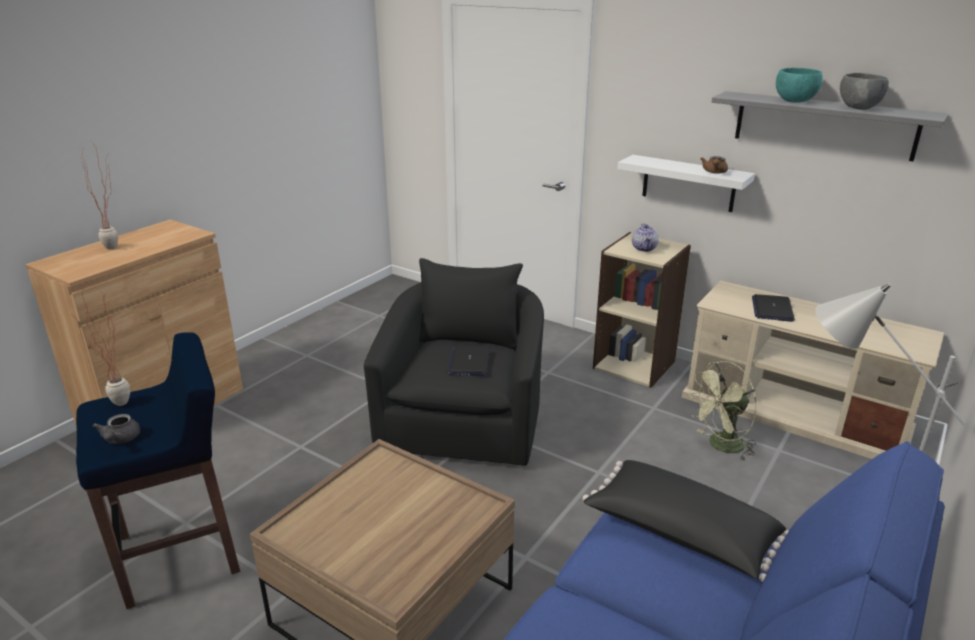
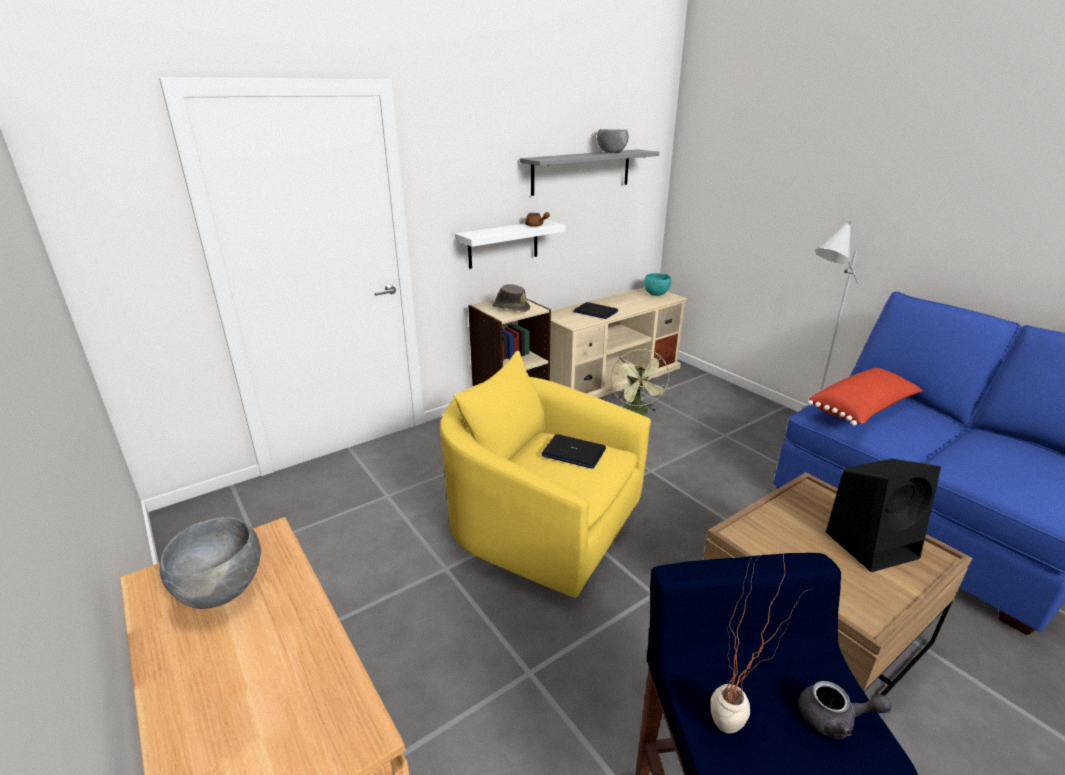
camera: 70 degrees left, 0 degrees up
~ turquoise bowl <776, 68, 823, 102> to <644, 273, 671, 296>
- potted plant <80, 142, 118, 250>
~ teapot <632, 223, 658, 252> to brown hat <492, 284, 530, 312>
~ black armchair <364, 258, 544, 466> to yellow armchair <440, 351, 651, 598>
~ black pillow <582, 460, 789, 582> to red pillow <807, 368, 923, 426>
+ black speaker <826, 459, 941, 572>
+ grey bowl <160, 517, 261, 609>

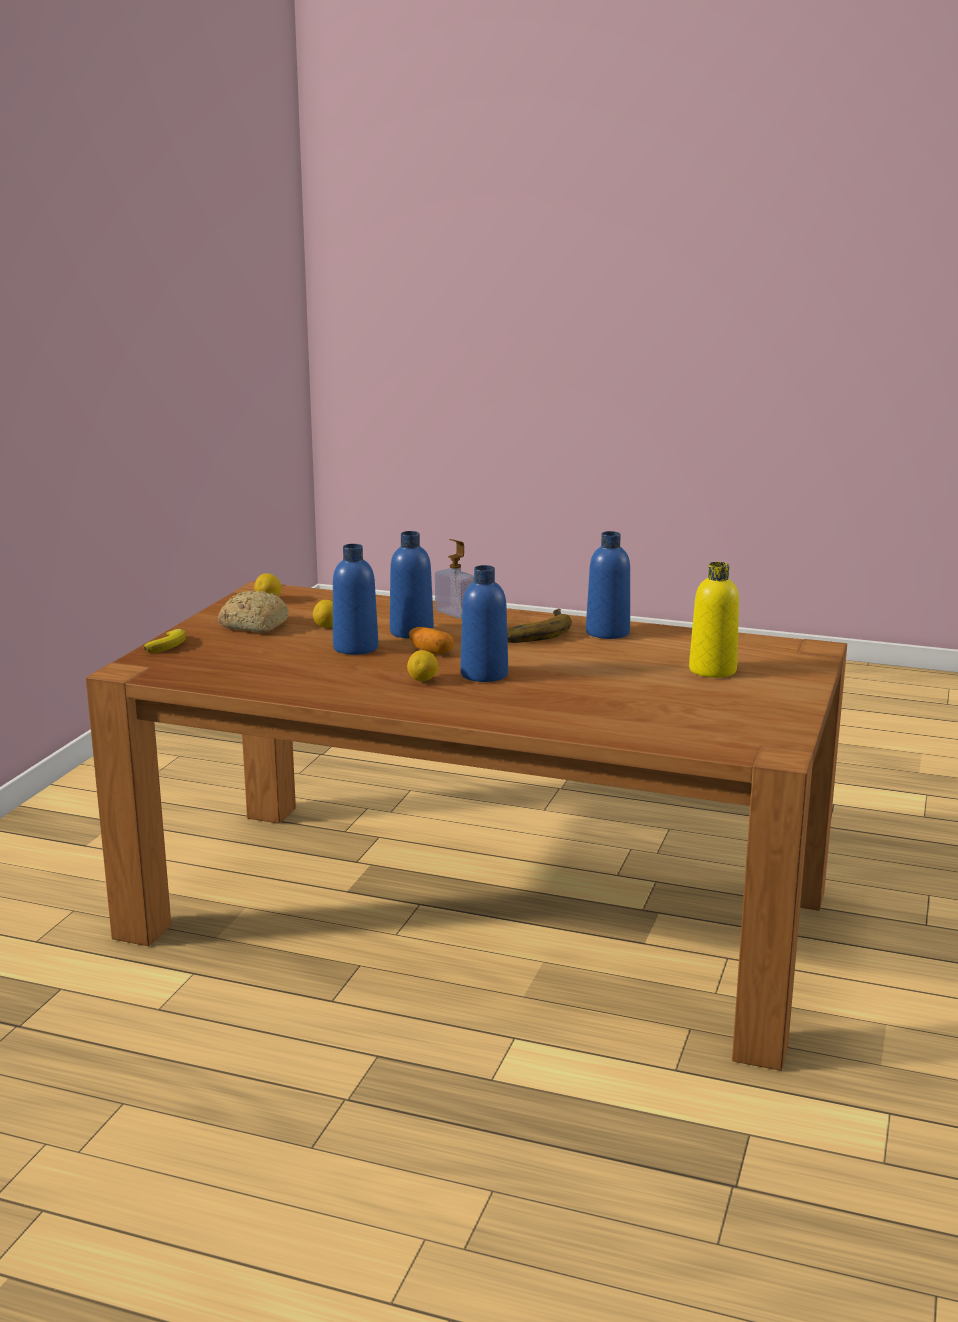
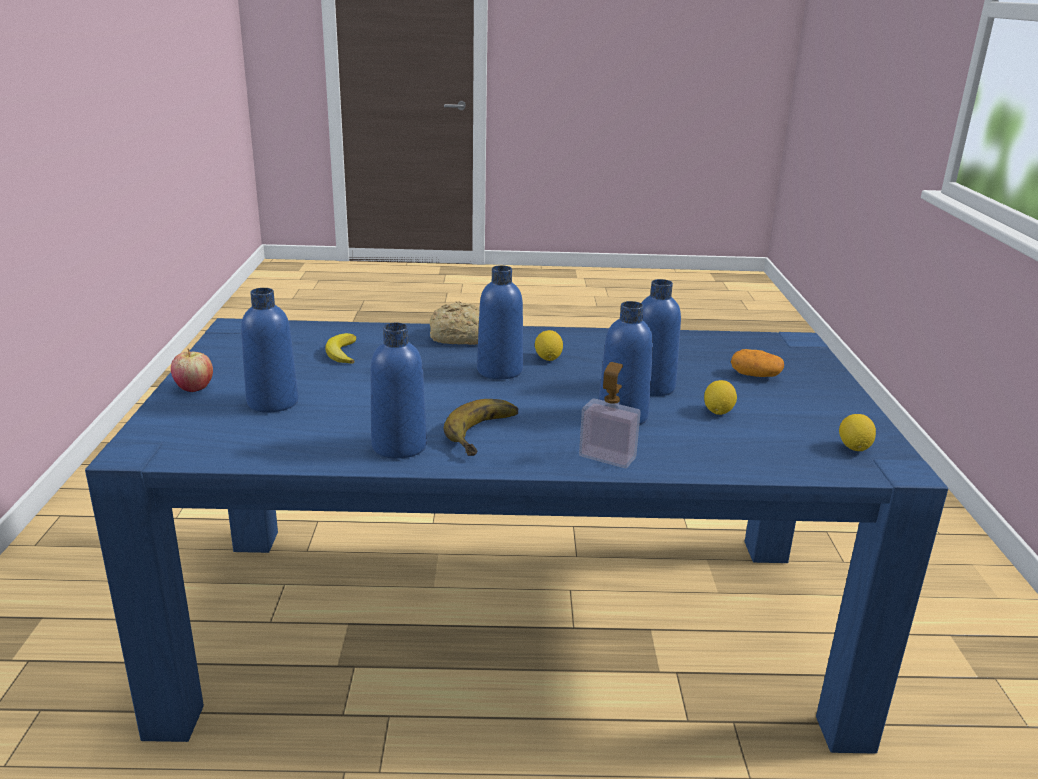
camera: 160 degrees right, 5 degrees up
~ yellow bottle <689, 562, 739, 678> to blue bottle <241, 288, 299, 413>
~ brown dining table <86, 581, 847, 1071> to blue dining table <85, 318, 948, 754>
~ bread <218, 591, 288, 633> to <430, 301, 480, 345>
~ potato <409, 627, 454, 654> to <731, 349, 784, 377>
~ banana <144, 629, 186, 653> to <325, 333, 356, 363>
+ apple <171, 348, 213, 392>

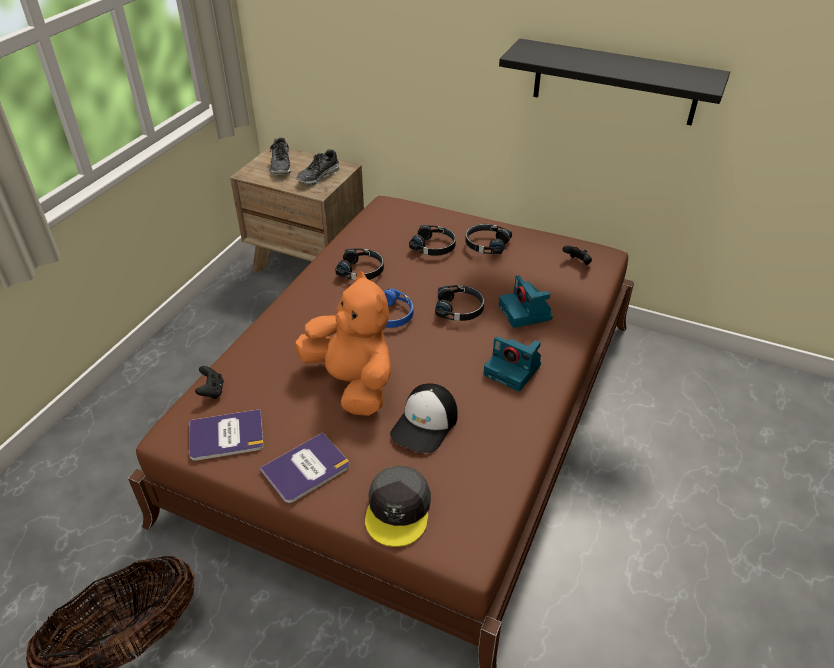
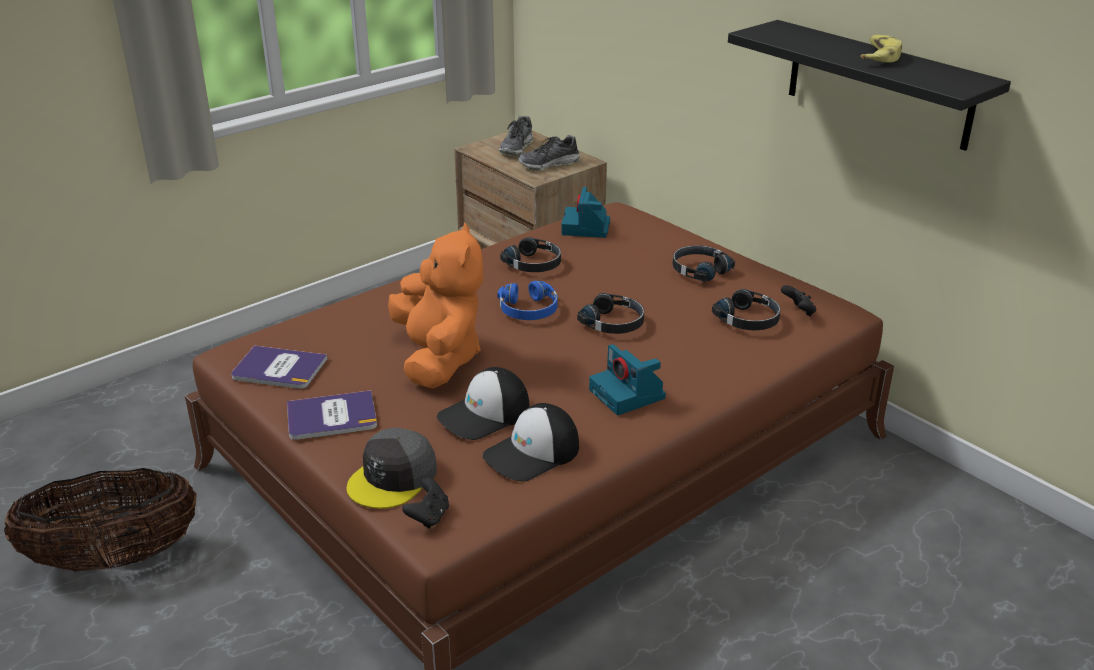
camera: 25 degrees right, 10 degrees down
~ black headphones <409, 225, 456, 256> to <712, 289, 781, 330>
~ photo camera <499, 275, 553, 328> to <561, 187, 610, 238>
~ black game controller <195, 366, 224, 399> to <402, 477, 449, 528>
+ banana <860, 35, 902, 63>
+ cap <483, 403, 579, 482>

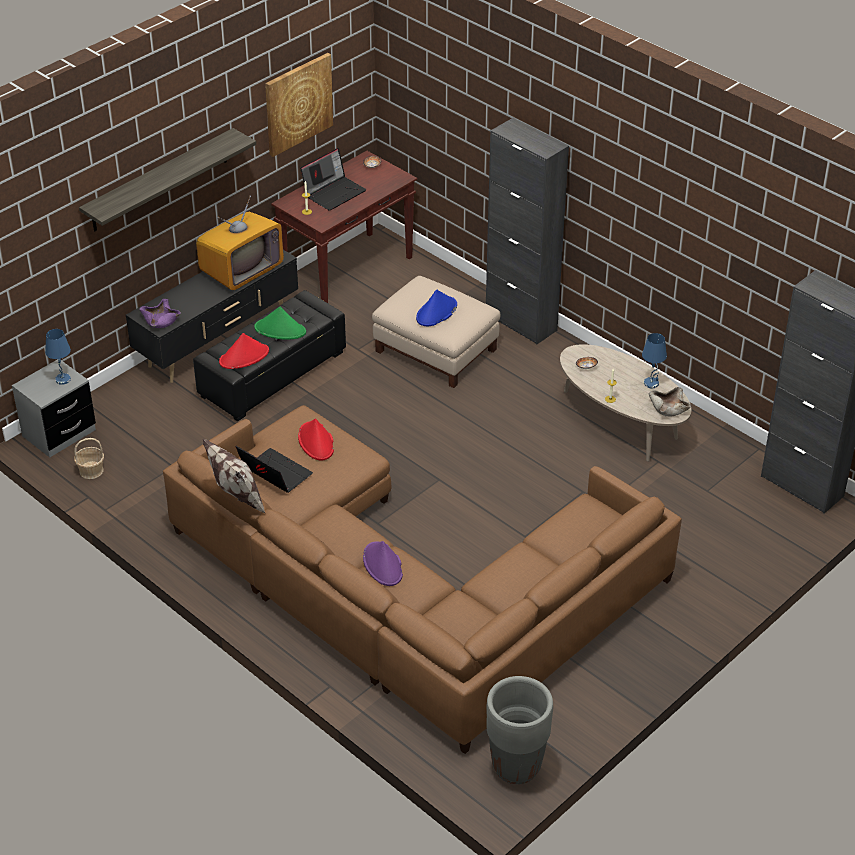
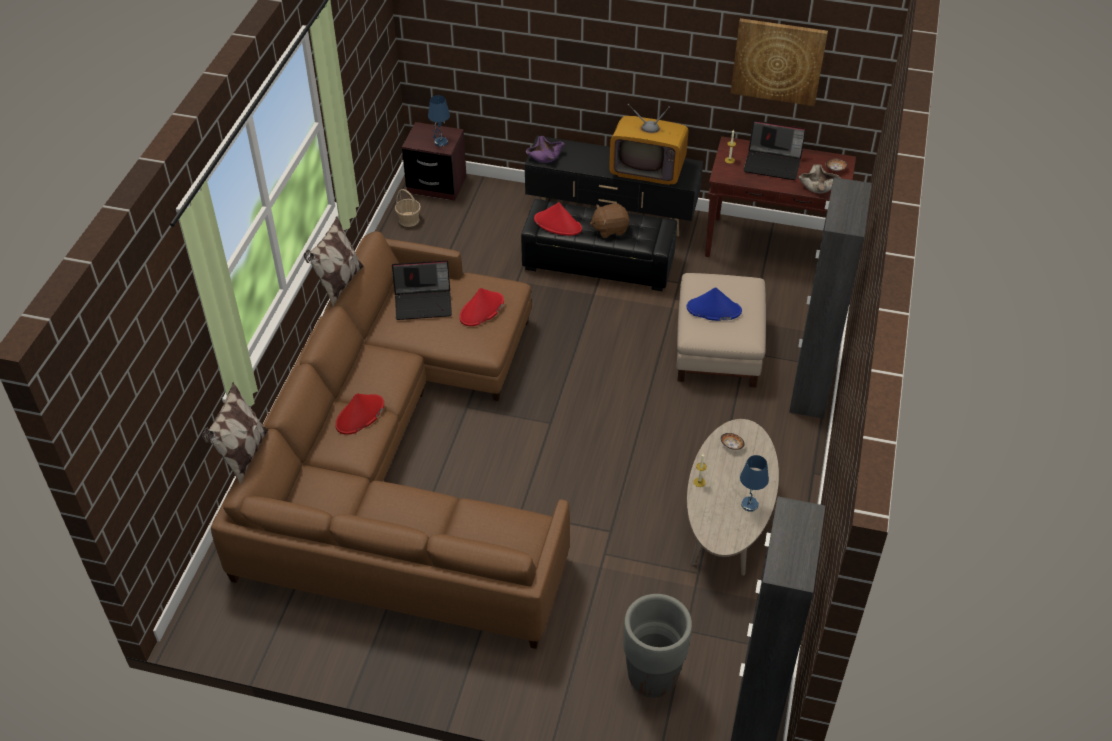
camera: 60 degrees right, 5 degrees up
- shelf <79, 128, 256, 231>
~ green hat <254, 306, 306, 340> to brown plush toy <590, 203, 629, 238>
~ grey nightstand <12, 359, 96, 457> to brown nightstand <402, 122, 466, 201>
~ beige bowl <649, 387, 691, 416> to <798, 164, 841, 194>
~ laptop <236, 446, 313, 493> = <392, 260, 452, 320> 75 degrees clockwise
~ purple hat <363, 541, 403, 586> to red hat <335, 394, 384, 435>
~ grey planter <486, 676, 553, 784> to <623, 594, 692, 697>
+ pillow <202, 382, 268, 484>

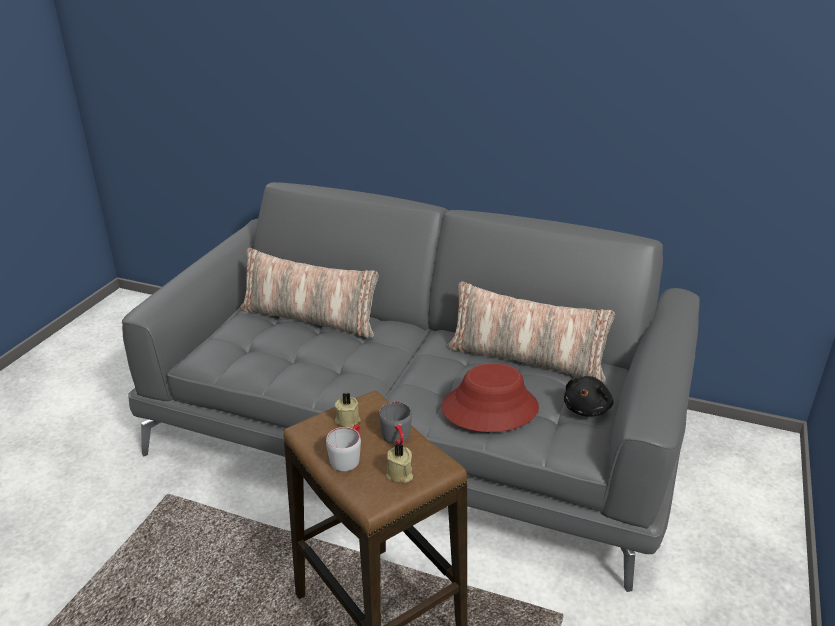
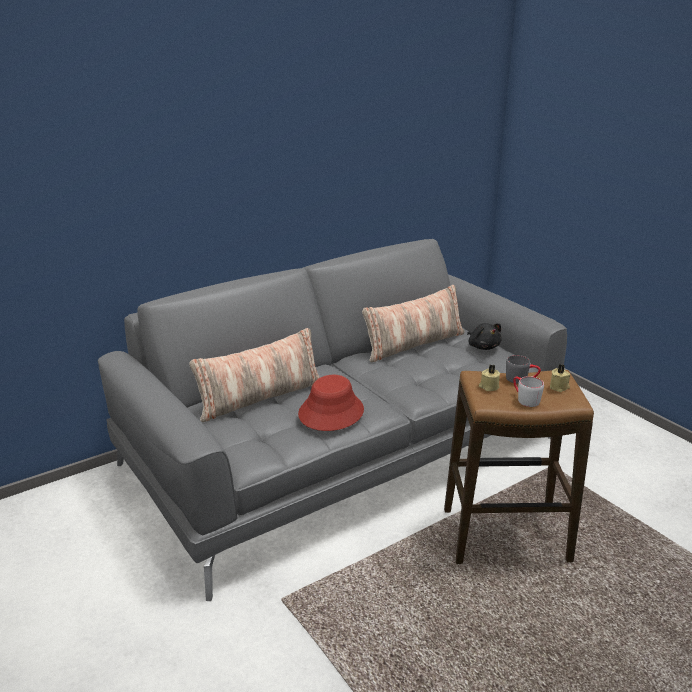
camera: 55 degrees left, 5 degrees down
~ red hat <442, 363, 539, 432> to <298, 375, 364, 431>

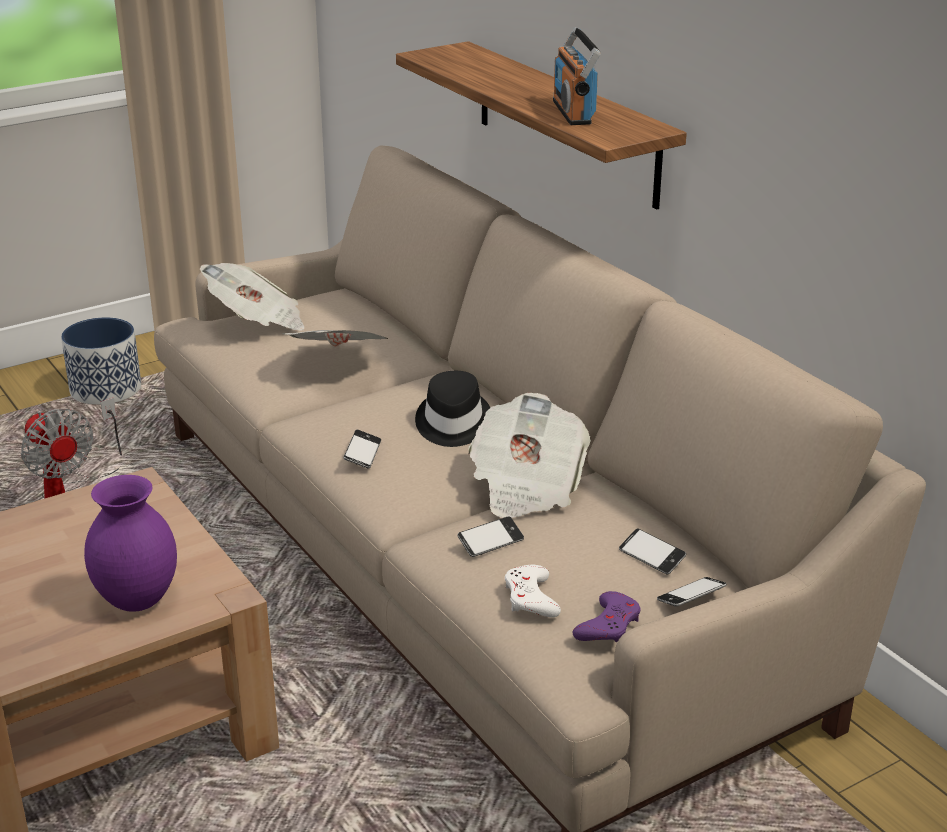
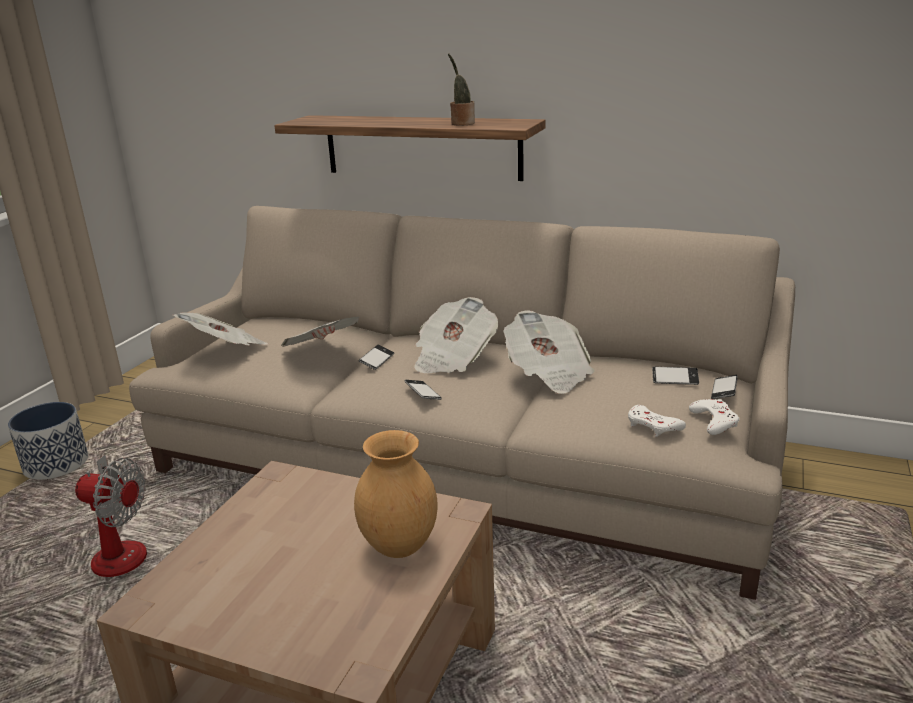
camera: 35 degrees left, 5 degrees down
~ radio <553, 27, 601, 125> to potted plant <448, 53, 475, 126>
~ black hat <415, 371, 490, 447> to newspaper <414, 297, 498, 373>
~ purple vase <84, 475, 177, 612> to brown vase <354, 430, 438, 558>
~ phone <457, 516, 524, 557> to <359, 345, 394, 370>
~ purple game controller <573, 591, 641, 642> to white game controller <689, 399, 739, 435>

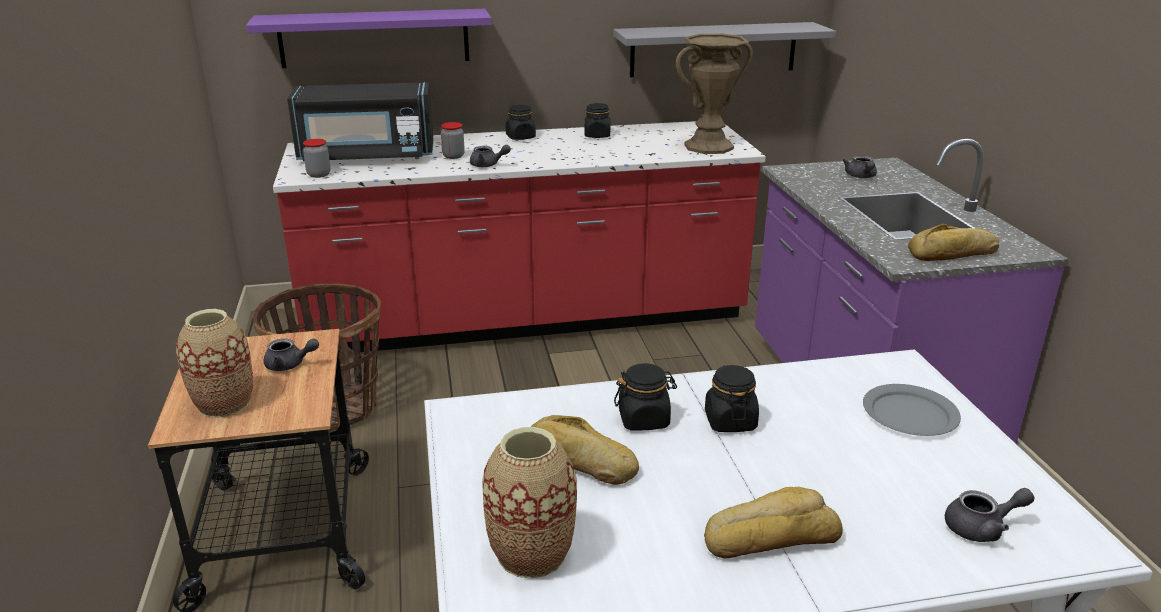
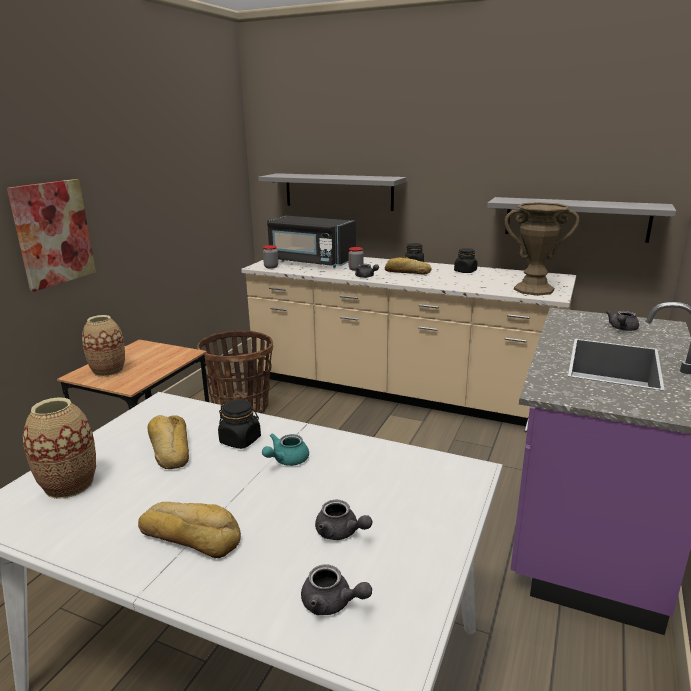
camera: 35 degrees right, 5 degrees down
~ purple shelf <246, 9, 492, 68> to grey shelf <258, 173, 406, 211>
~ red counter <273, 121, 766, 352> to beige counter <241, 257, 576, 426>
~ bread <908, 224, 999, 261> to <385, 257, 431, 275>
~ grey teapot <263, 339, 319, 371> to <315, 500, 373, 540>
~ black jar <705, 365, 759, 432> to turquoise teapot <262, 434, 309, 466>
- grey plate <863, 384, 961, 436>
+ picture <7, 179, 96, 292>

